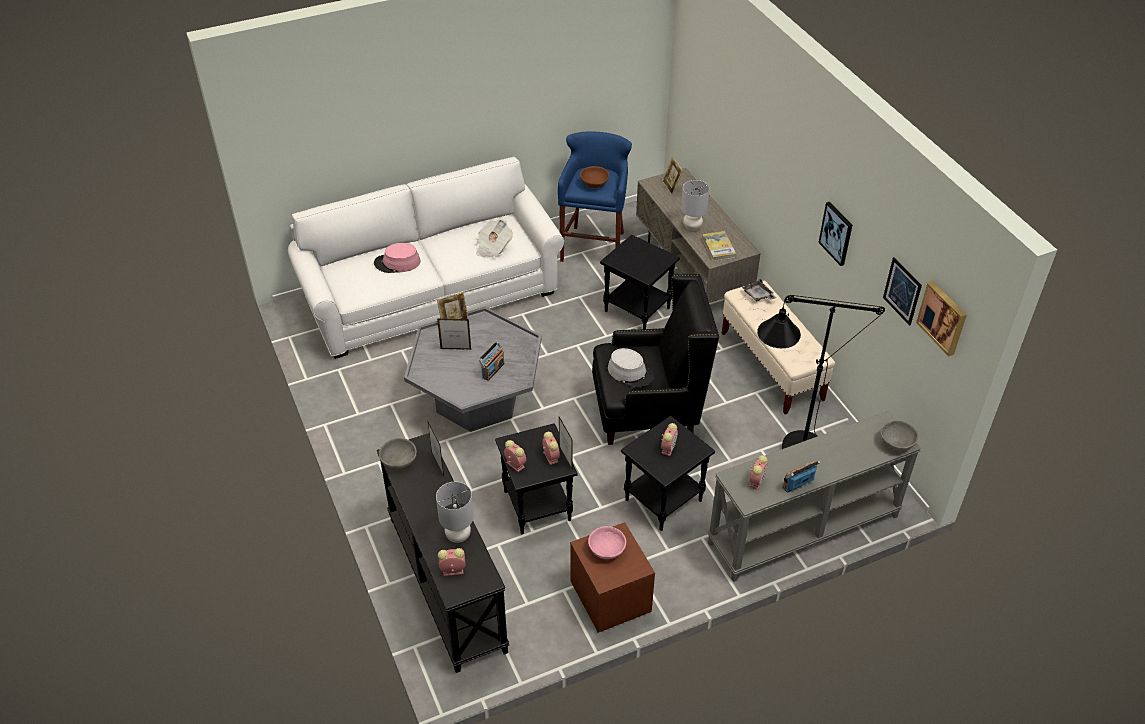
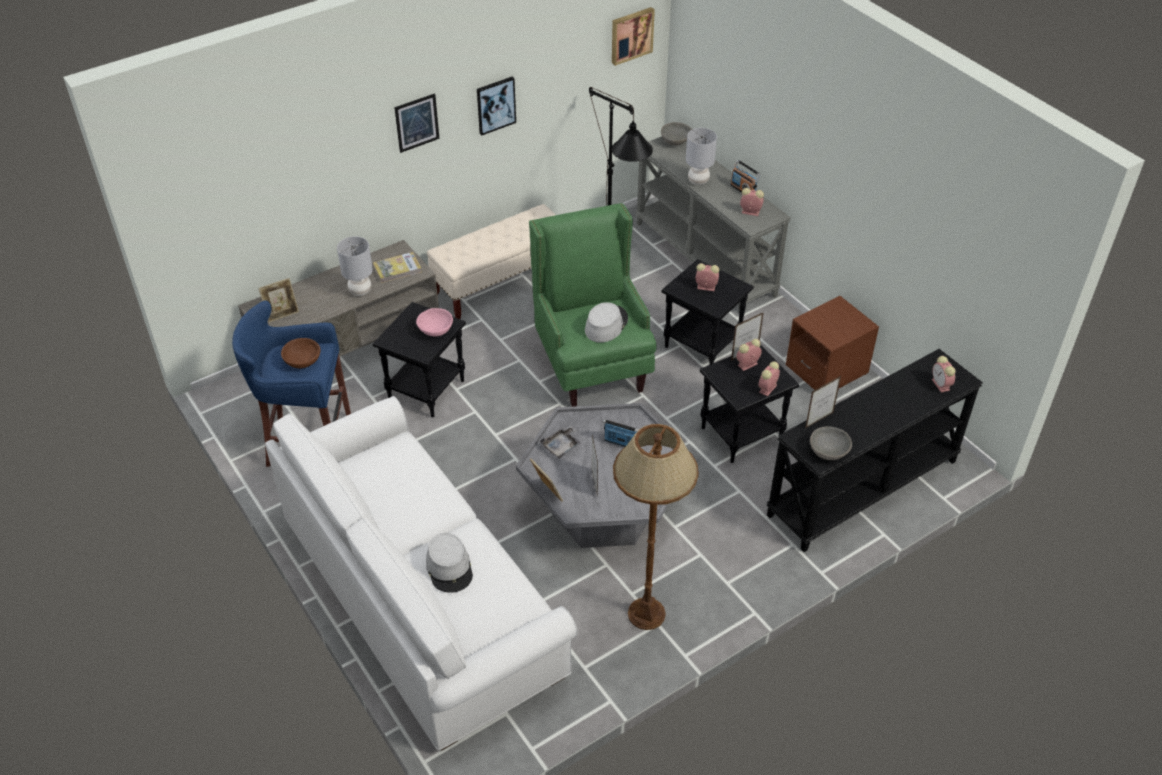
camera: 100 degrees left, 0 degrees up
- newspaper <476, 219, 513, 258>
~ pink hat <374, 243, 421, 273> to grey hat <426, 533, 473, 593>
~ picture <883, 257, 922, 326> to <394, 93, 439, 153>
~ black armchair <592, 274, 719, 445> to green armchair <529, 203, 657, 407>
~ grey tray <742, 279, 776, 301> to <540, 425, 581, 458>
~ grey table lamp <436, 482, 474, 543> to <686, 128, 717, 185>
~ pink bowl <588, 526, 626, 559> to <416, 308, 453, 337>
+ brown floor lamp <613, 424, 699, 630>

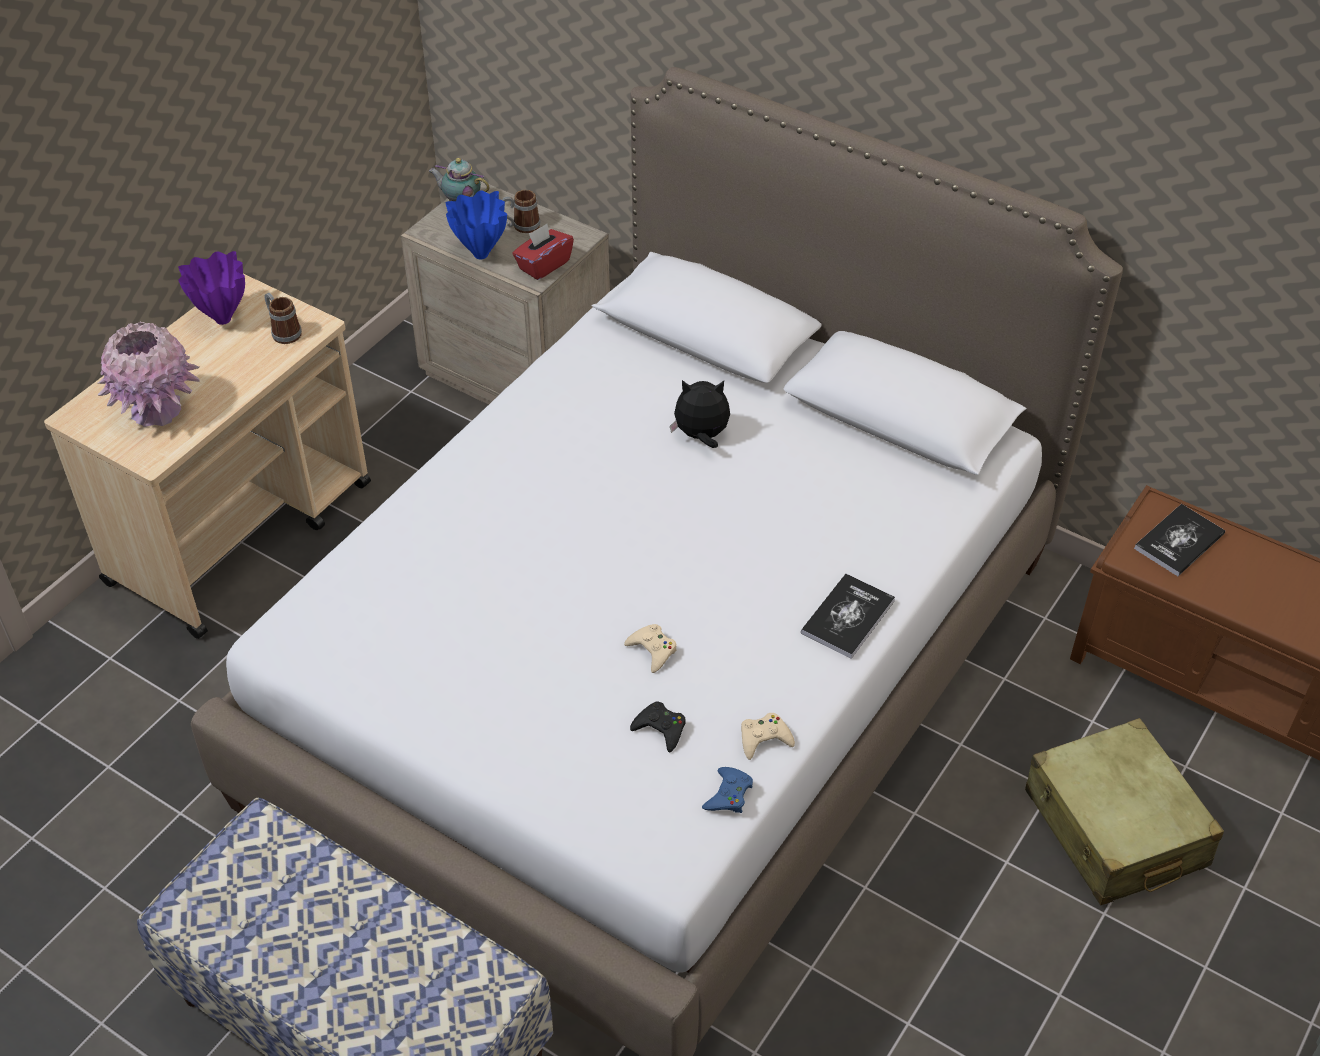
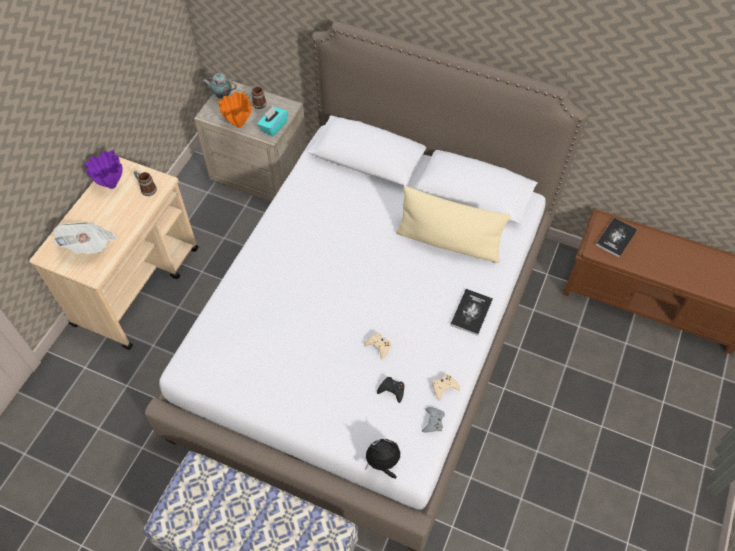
camera: 10 degrees left, 10 degrees up
~ blue vase <446, 191, 507, 259> to orange vase <218, 91, 252, 128>
~ red tissue box <512, 224, 574, 280> to turquoise tissue box <257, 107, 288, 136>
~ pink vase <97, 321, 200, 427> to newspaper <52, 222, 117, 254>
~ plush toy <670, 380, 730, 448> to <365, 439, 400, 479>
- beige suitcase <1025, 718, 1224, 905>
~ blue game controller <702, 767, 753, 813> to grey game controller <422, 407, 445, 433>
+ beige pillow <396, 186, 511, 263>

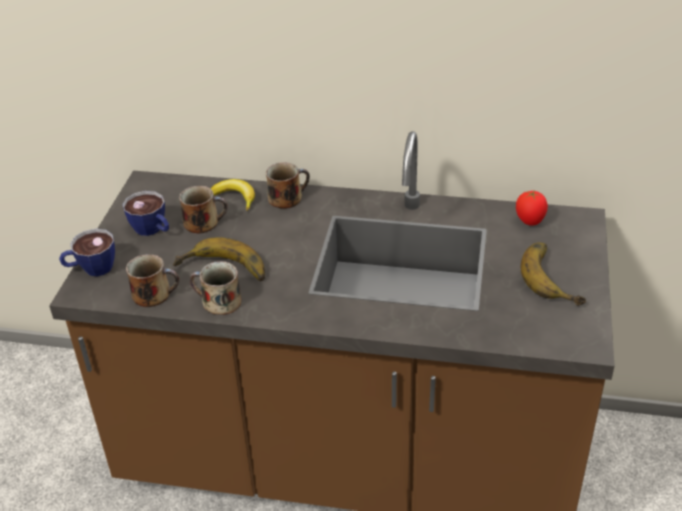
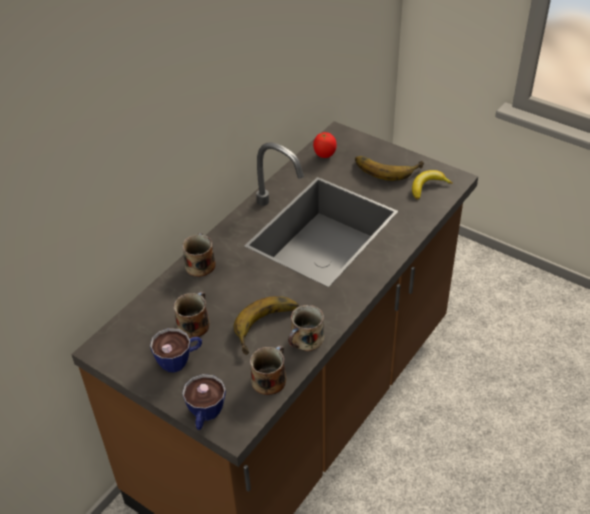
camera: 65 degrees left, 5 degrees up
~ banana <210, 179, 255, 211> to <412, 170, 453, 199>

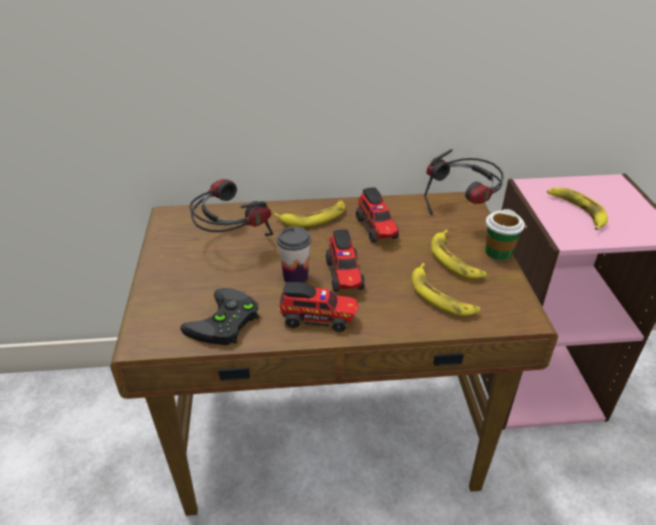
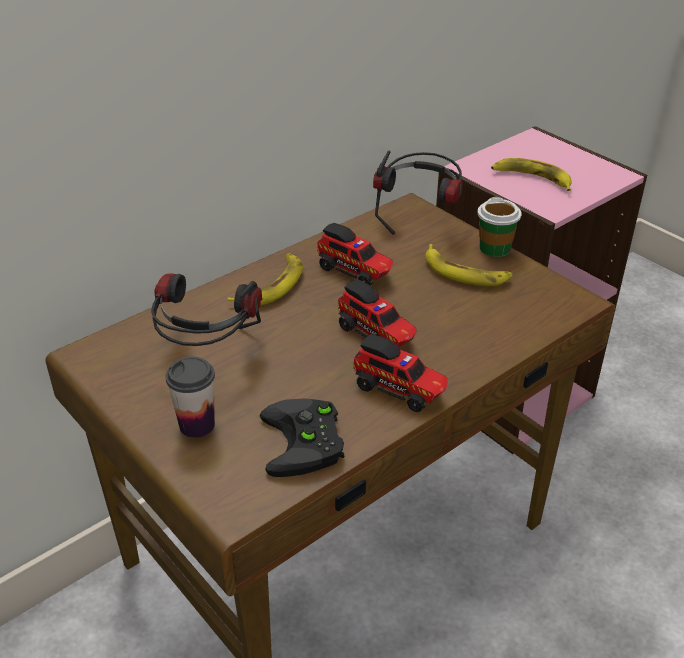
camera: 35 degrees left, 0 degrees up
~ cup <277, 227, 311, 283> to <165, 356, 215, 438>
- banana <412, 263, 481, 316>
~ toy truck <279, 282, 359, 332> = <353, 334, 448, 412> 60 degrees clockwise

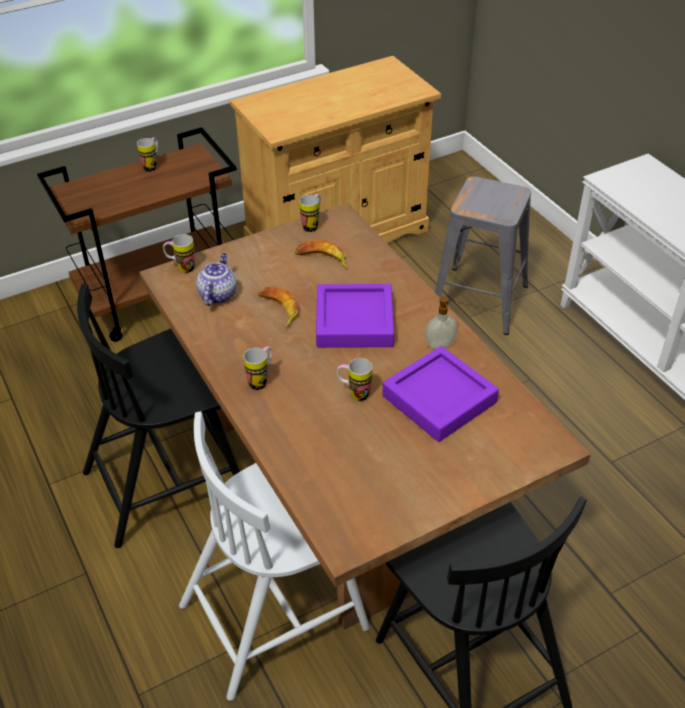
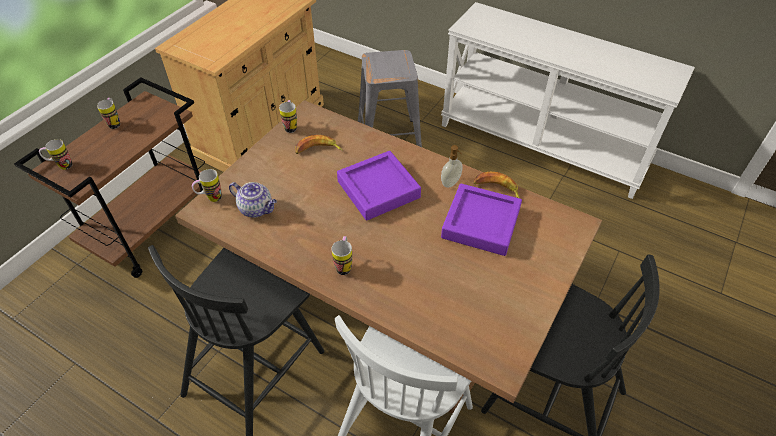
camera: 30 degrees left, 5 degrees up
~ teapot <196, 253, 237, 306> = <229, 182, 277, 218> 135 degrees clockwise
~ banana <258, 286, 298, 328> to <473, 172, 520, 198>
~ mug <337, 358, 372, 401> to <39, 139, 72, 170>

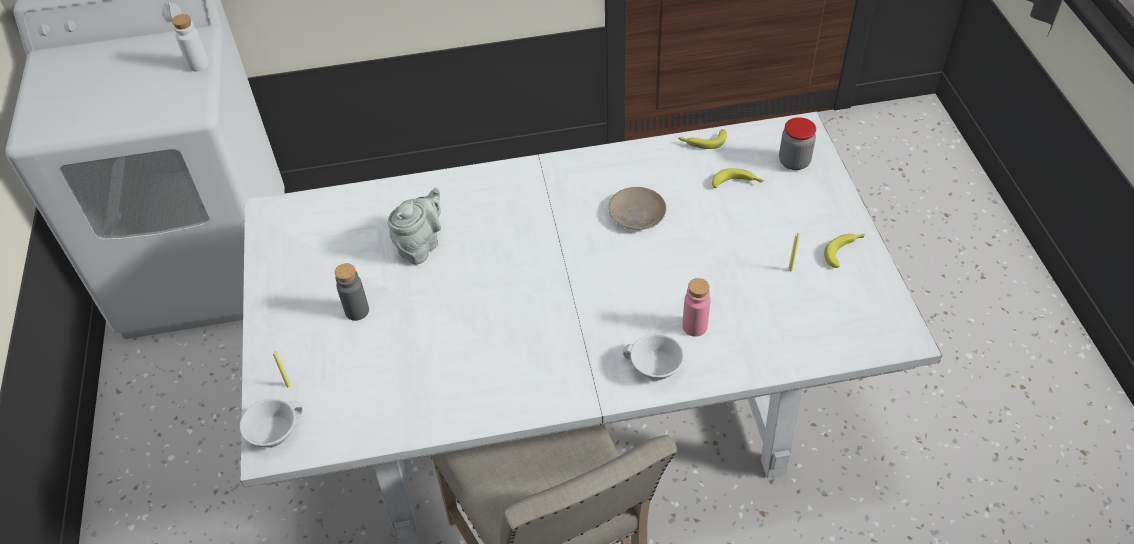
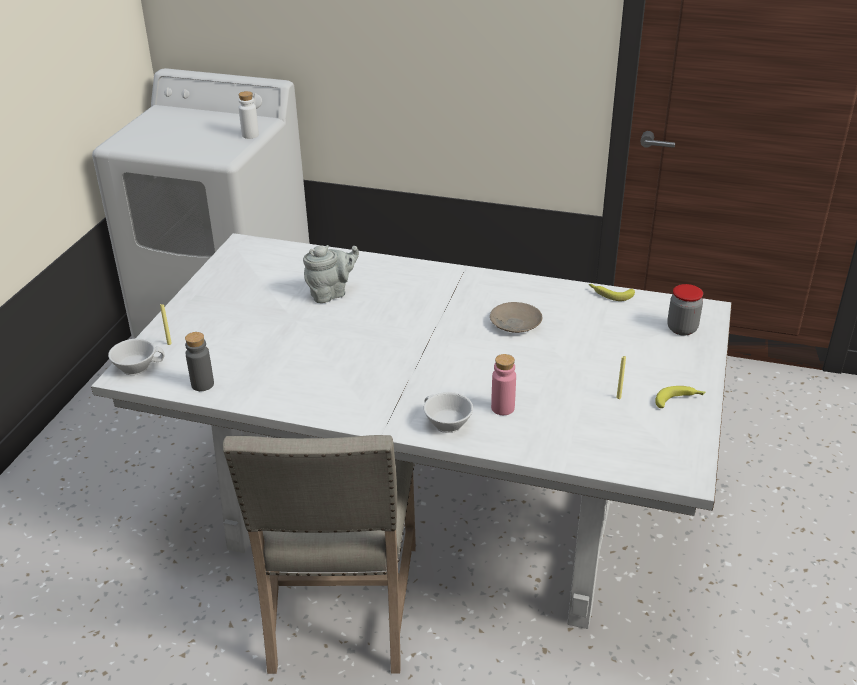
camera: 25 degrees right, 15 degrees down
- banana <712, 168, 764, 188>
~ grey bottle <335, 263, 369, 321> to <185, 332, 214, 391>

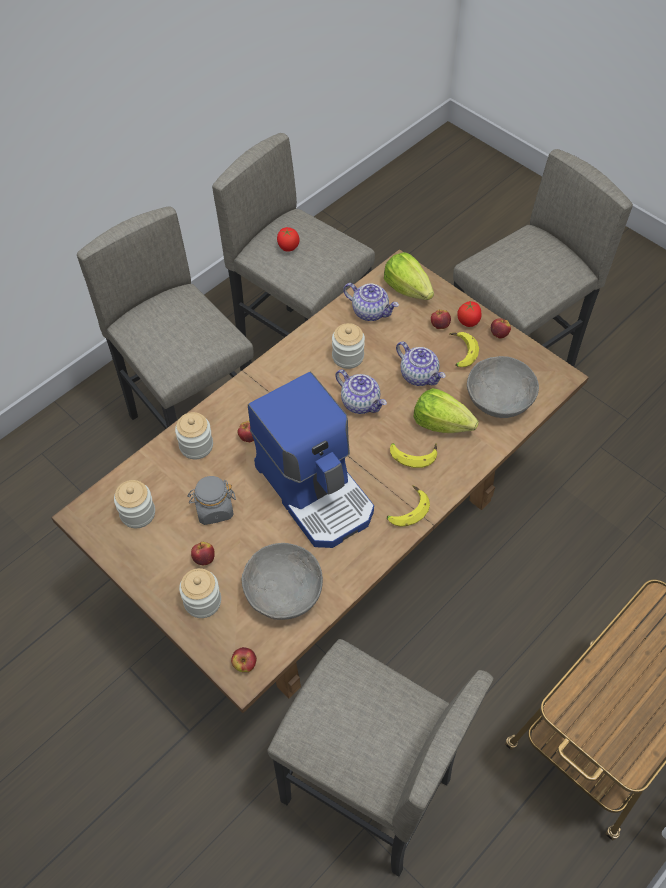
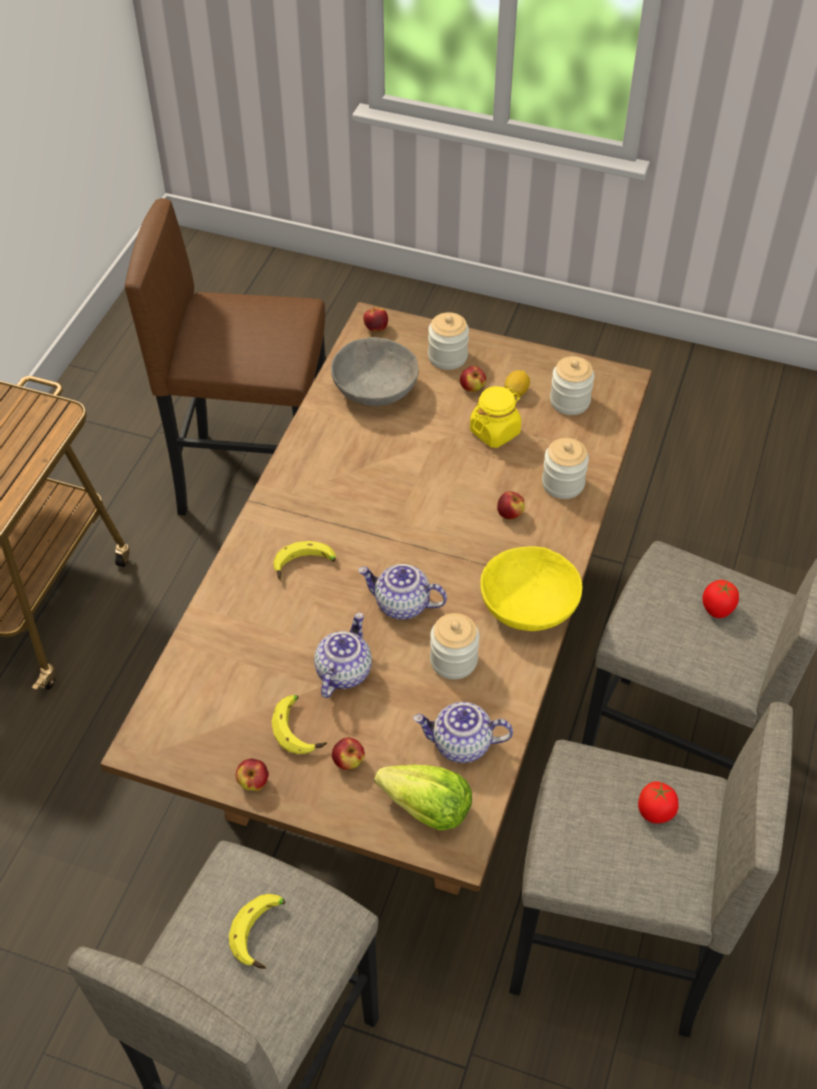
camera: 155 degrees right, 5 degrees down
~ tomato <457, 301, 482, 327> to <702, 580, 739, 618>
~ teapot <396, 341, 445, 386> = <314, 612, 372, 698> 90 degrees clockwise
- grey bowl <467, 356, 539, 418>
- coffee machine <248, 372, 374, 548>
- lettuce <414, 388, 479, 433>
~ grey jar <187, 476, 236, 525> to yellow jar <470, 386, 521, 448>
~ banana <387, 485, 430, 527> to <229, 894, 285, 969>
~ grey stool <267, 639, 494, 877> to brown stool <125, 198, 326, 515>
+ lemon <505, 370, 530, 397>
+ yellow bowl <480, 546, 582, 631>

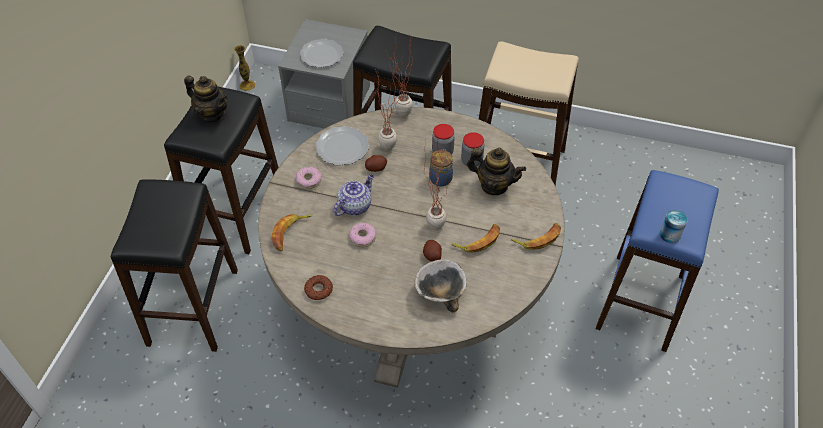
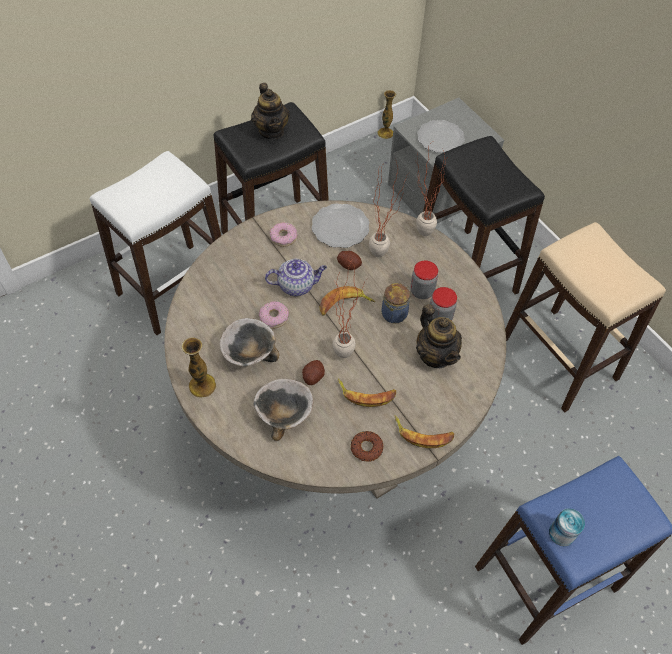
camera: 40 degrees right, 5 degrees up
~ black stool <111, 180, 238, 352> to white stool <90, 151, 221, 335>
~ banana <272, 214, 311, 251> to <319, 286, 375, 316>
~ donut <304, 275, 333, 300> to <351, 431, 383, 461>
+ bowl <220, 318, 279, 366>
+ vase <181, 337, 217, 398>

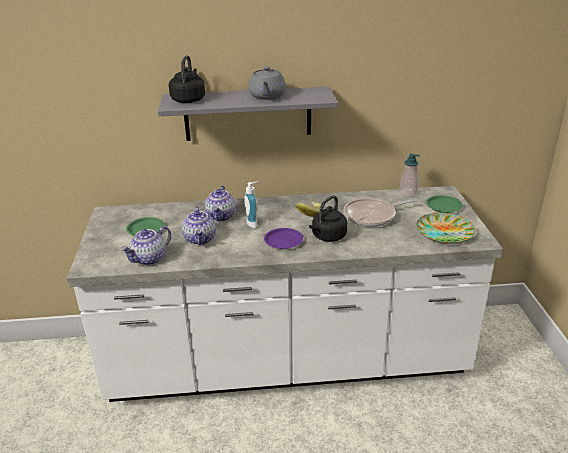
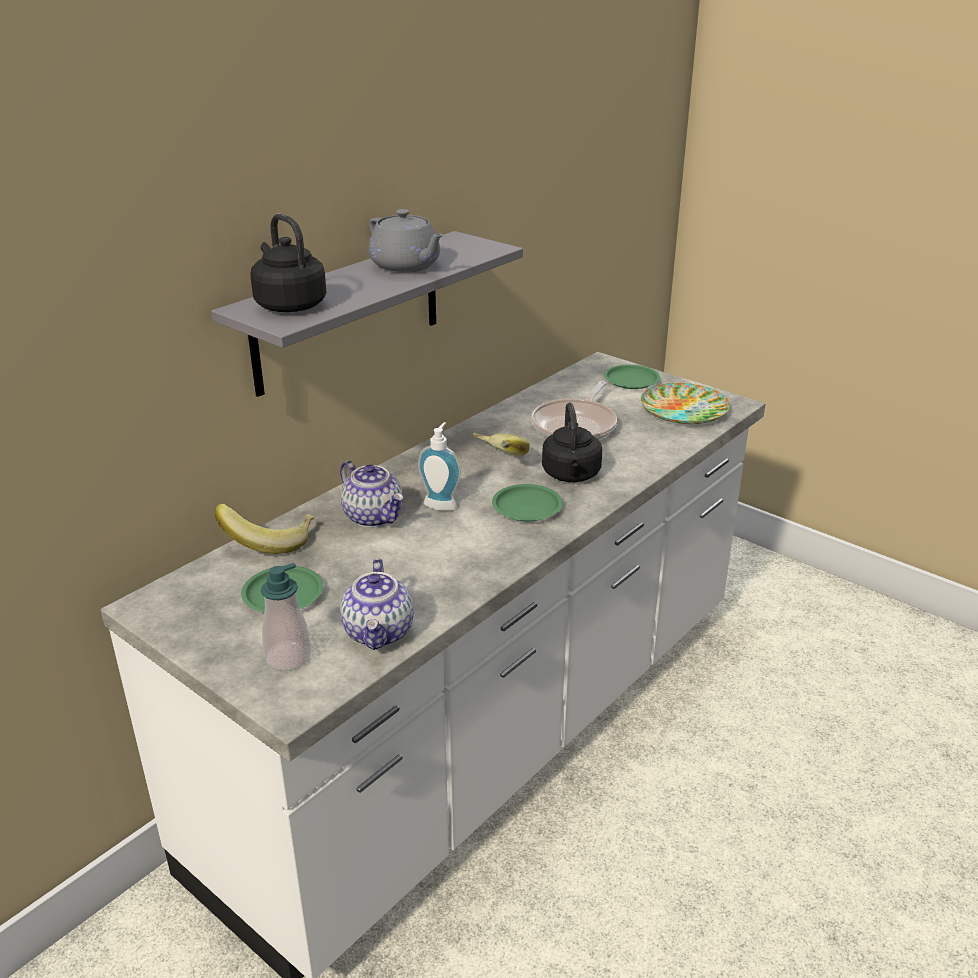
camera: 45 degrees left, 0 degrees up
~ soap dispenser <399, 154, 420, 197> to <261, 563, 311, 671>
- teapot <182, 206, 216, 245>
~ purple plate <264, 228, 303, 249> to green plate <492, 484, 563, 521>
+ banana <215, 504, 315, 554>

